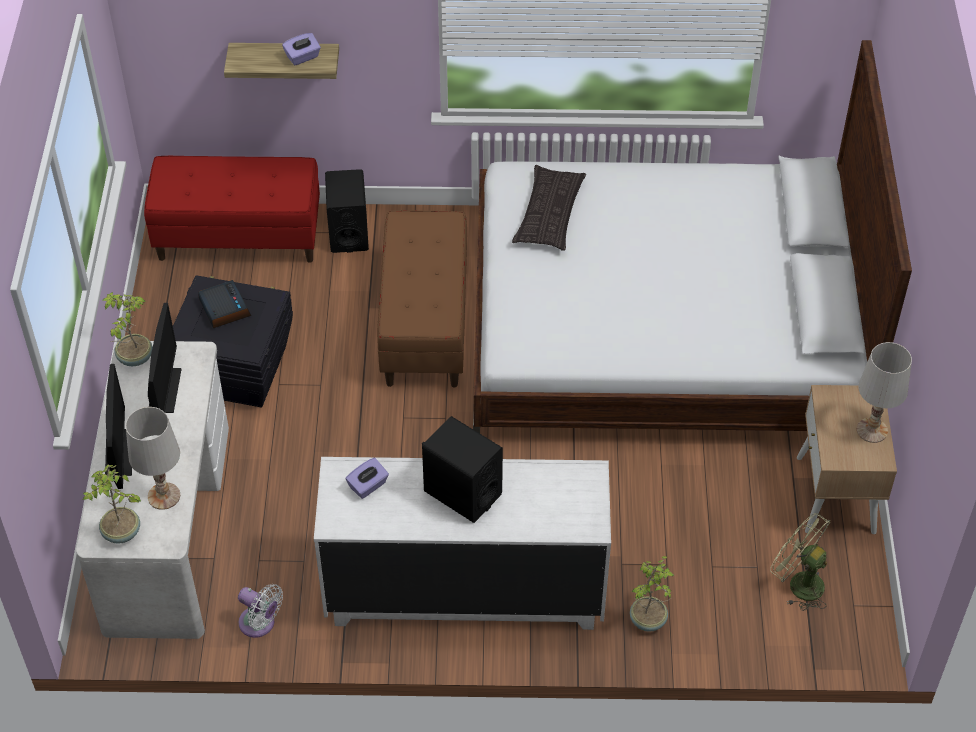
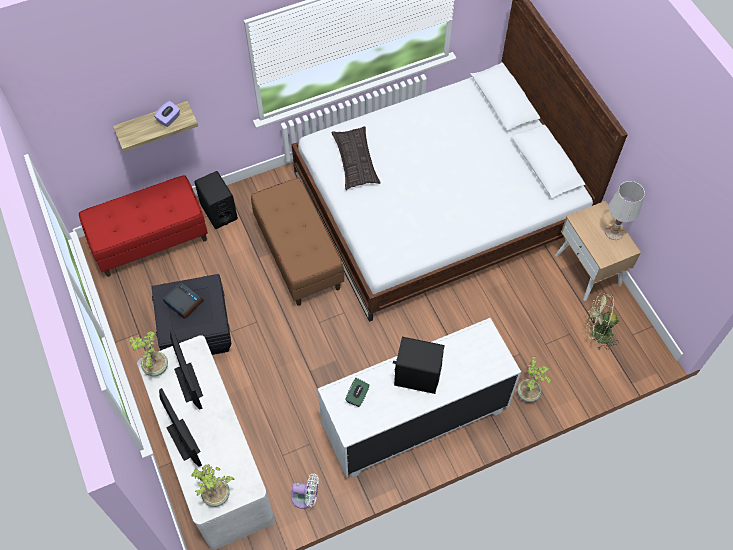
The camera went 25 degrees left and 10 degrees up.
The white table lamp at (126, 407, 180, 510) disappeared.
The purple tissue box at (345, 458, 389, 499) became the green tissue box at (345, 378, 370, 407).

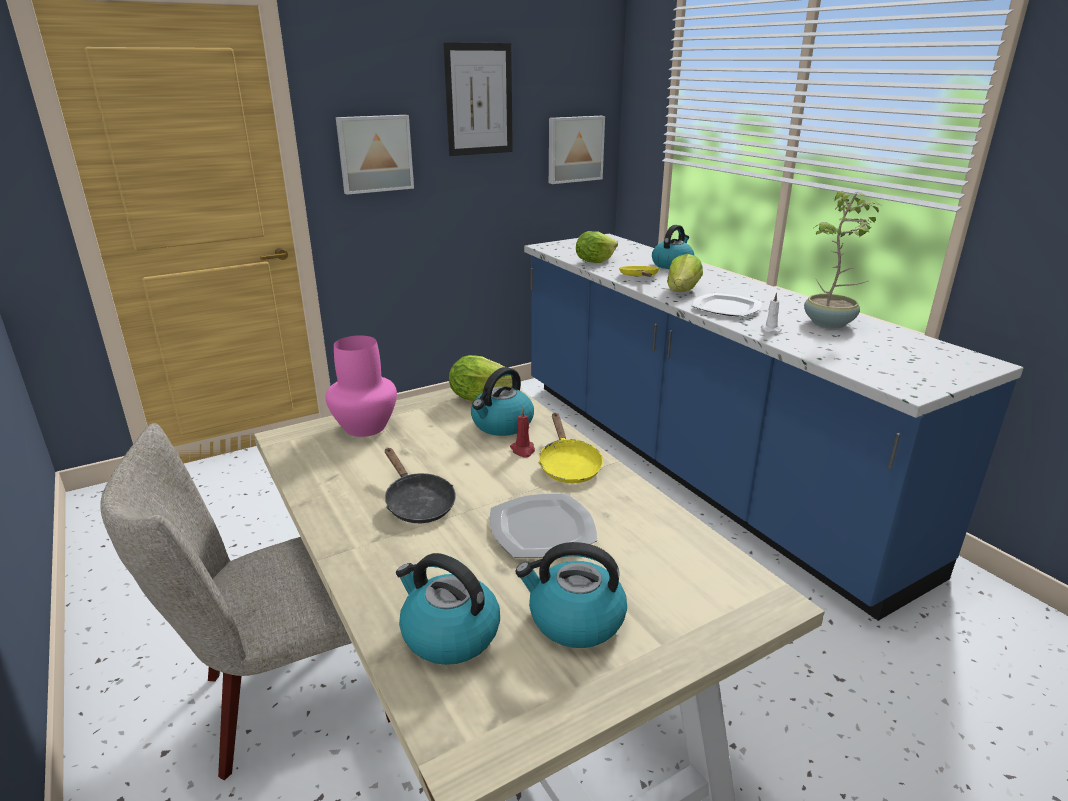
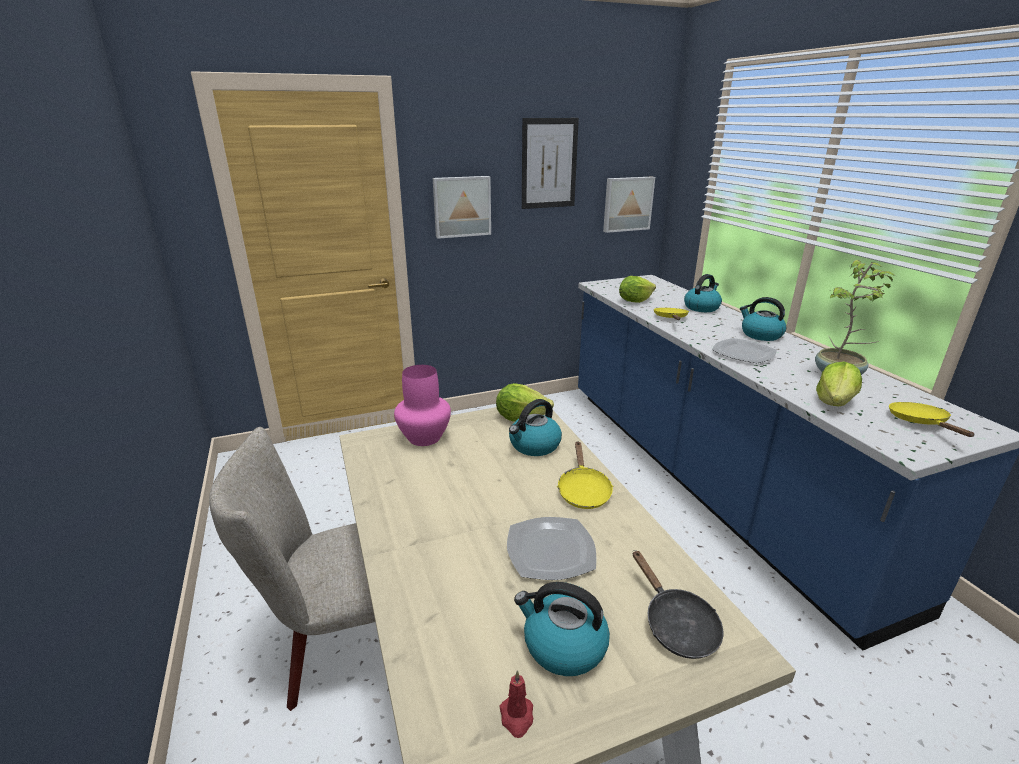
The camera went 10 degrees right and 0 degrees up.
The black frying pan moved from (385, 448, 456, 523) to (633, 550, 723, 659).
The kettle moved from (396, 553, 500, 665) to (740, 297, 786, 341).
The red candle moved from (510, 407, 535, 457) to (500, 670, 533, 738).
The lettuce moved from (667, 254, 703, 292) to (816, 362, 862, 406).
The white candle at (761, 292, 782, 333) disappeared.
The yellow frying pan at (889, 402, 975, 437) appeared.

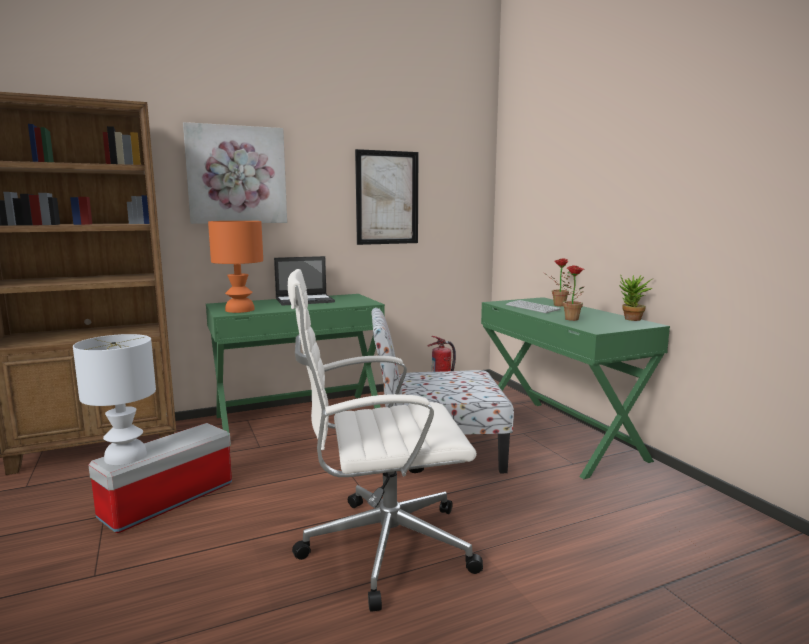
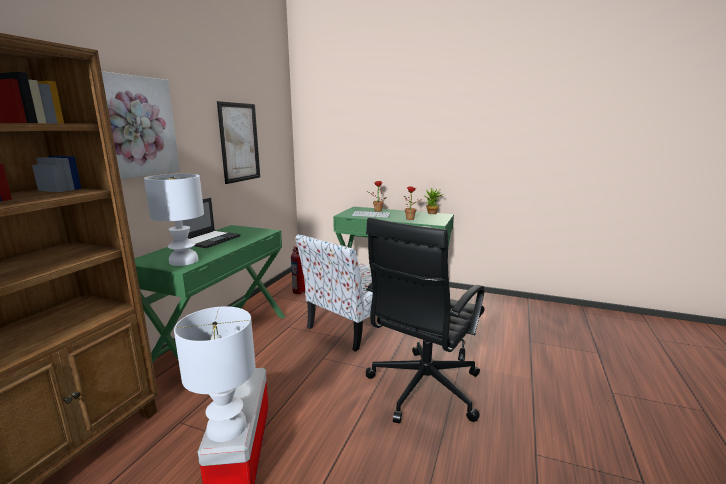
The camera went 45 degrees left and 5 degrees up.
The orange table lamp at (208, 221, 263, 313) became the white table lamp at (144, 174, 204, 266).
The white office chair at (288, 269, 483, 612) became the black office chair at (366, 218, 485, 423).

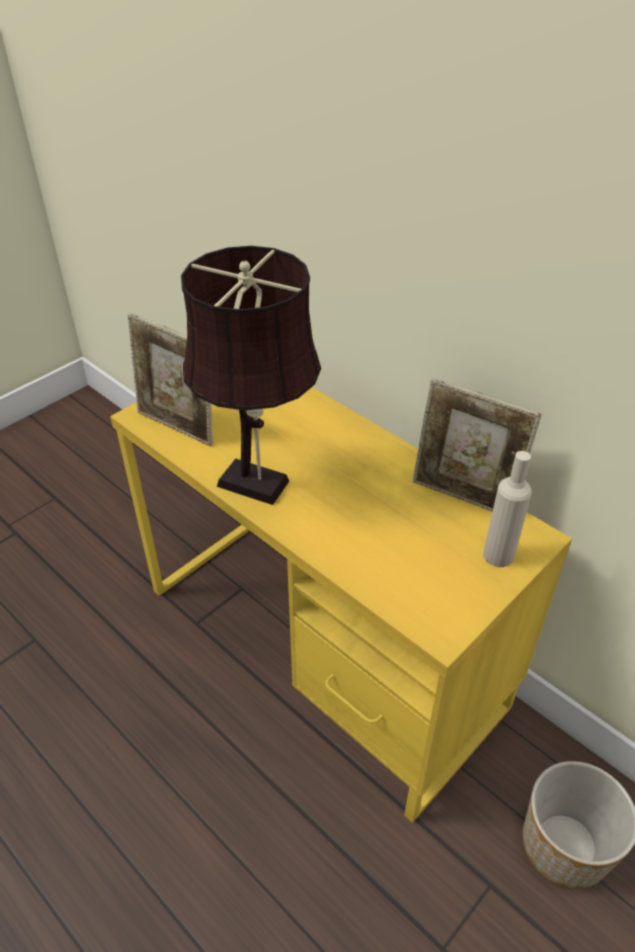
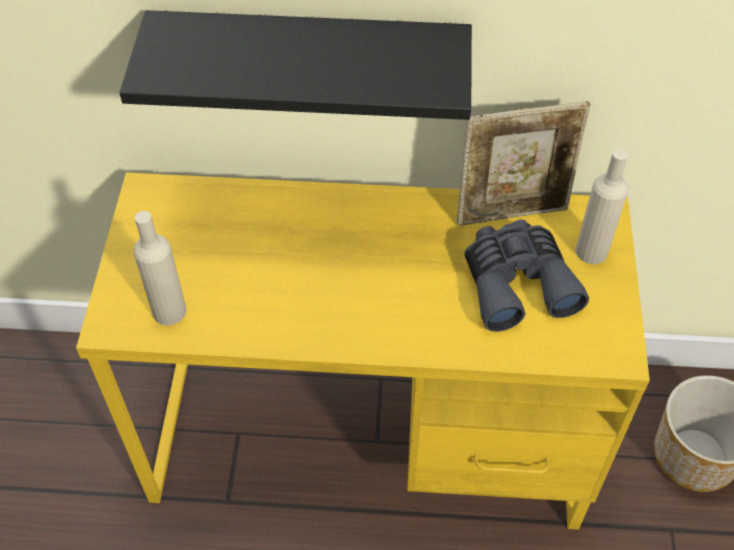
The camera went 40 degrees left and 10 degrees up.
The picture frame at (128, 313, 213, 446) was replaced by the beige bottle at (134, 211, 186, 325).
The brown table lamp at (181, 246, 321, 505) disappeared.
The black shelf at (120, 10, 472, 120) appeared.
The grey binoculars at (464, 220, 589, 332) appeared.

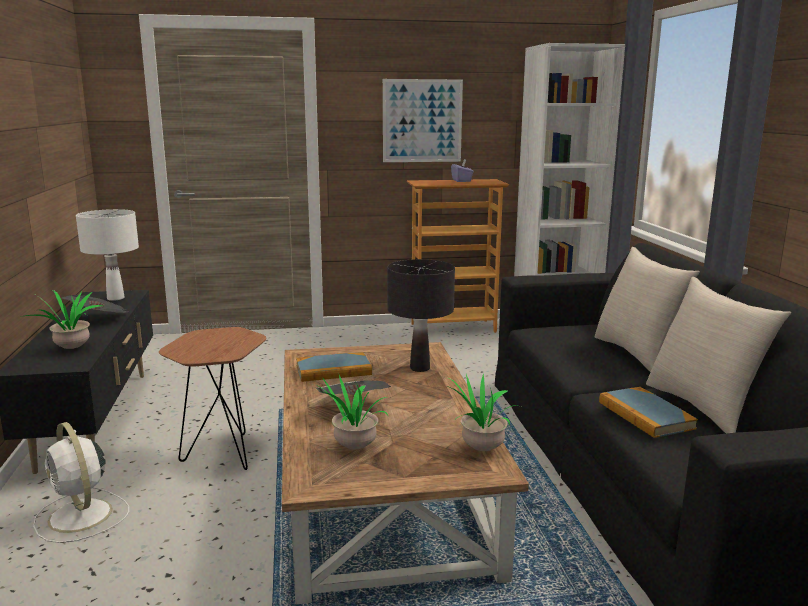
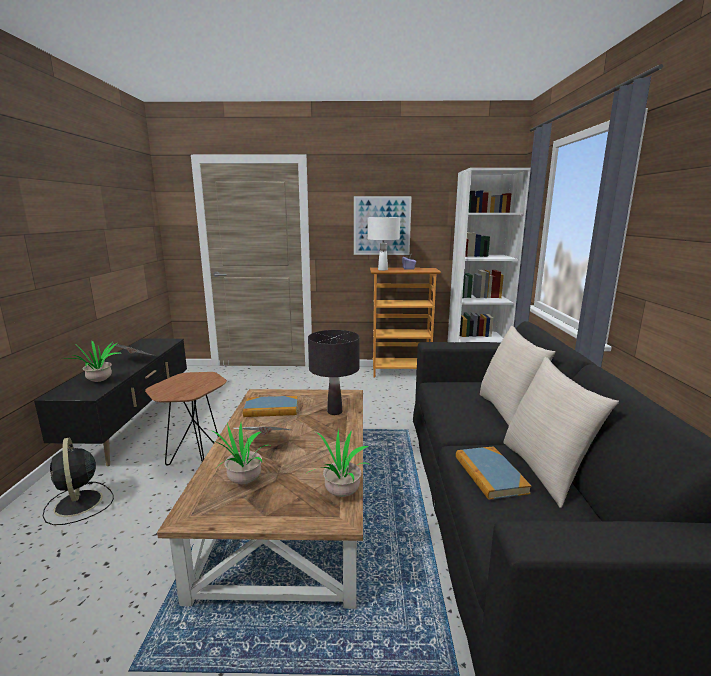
The camera went 10 degrees right and 0 degrees up.
The white fan at (33, 422, 129, 543) became the black fan at (43, 437, 114, 525).
The white table lamp moved from (76, 209, 139, 301) to (367, 217, 400, 271).

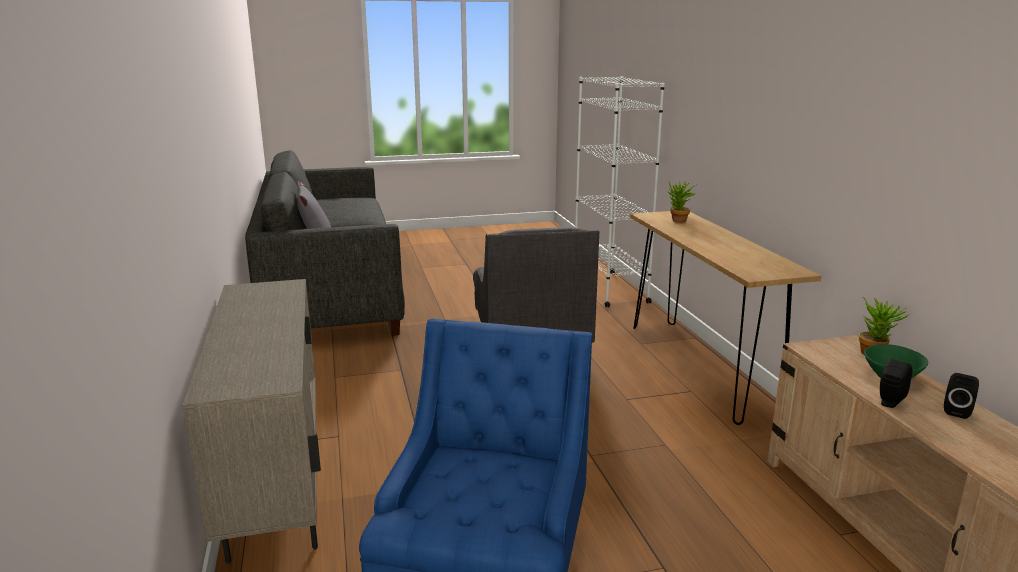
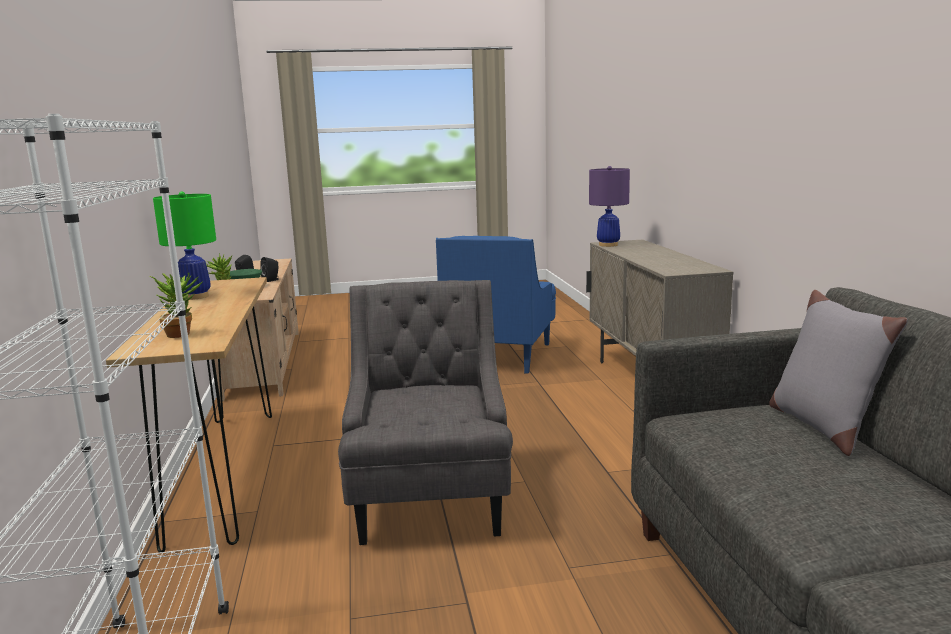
The camera went 175 degrees left and 5 degrees down.
The green table lamp at (153, 191, 216, 300) appeared.
The purple table lamp at (589, 166, 630, 247) appeared.

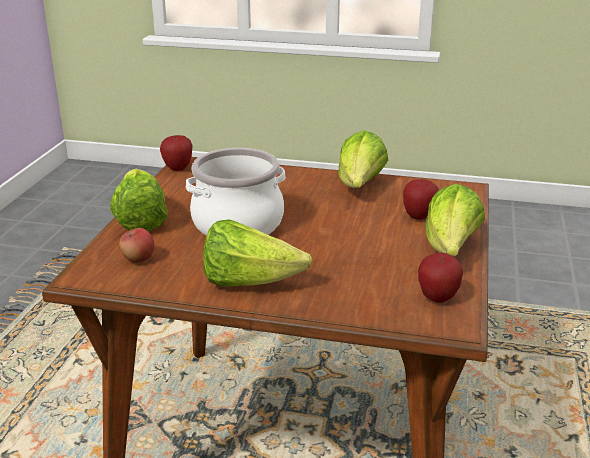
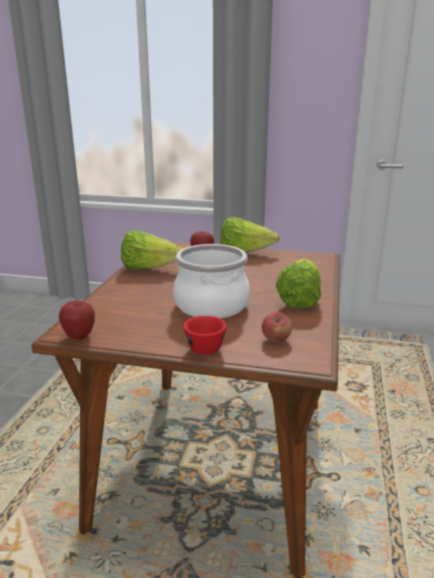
The camera went 90 degrees left and 5 degrees down.
The lettuce at (110, 169, 168, 232) was replaced by the red cup at (183, 316, 227, 355).
The apple at (418, 253, 463, 303) disappeared.

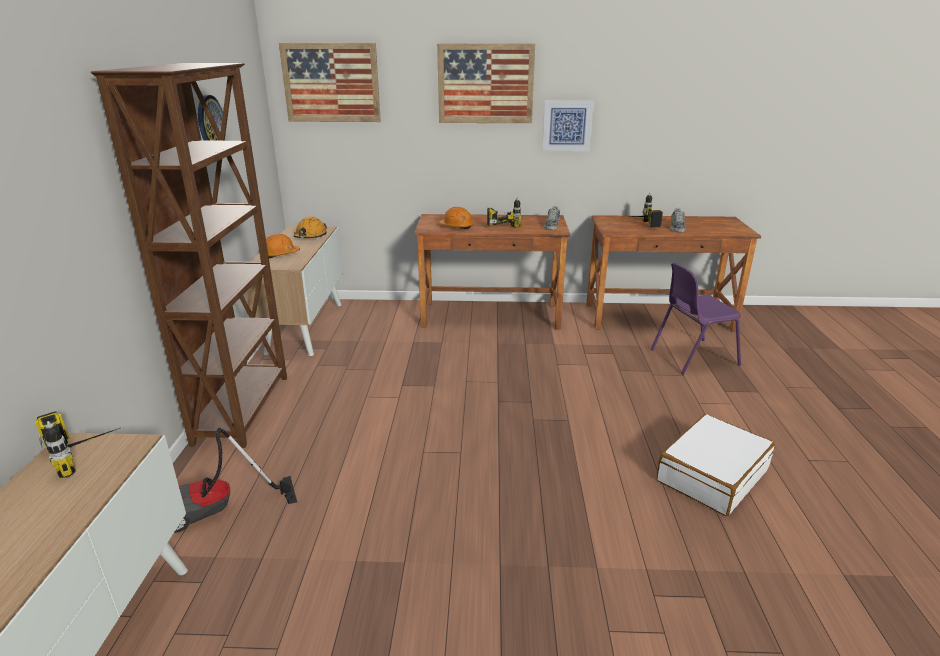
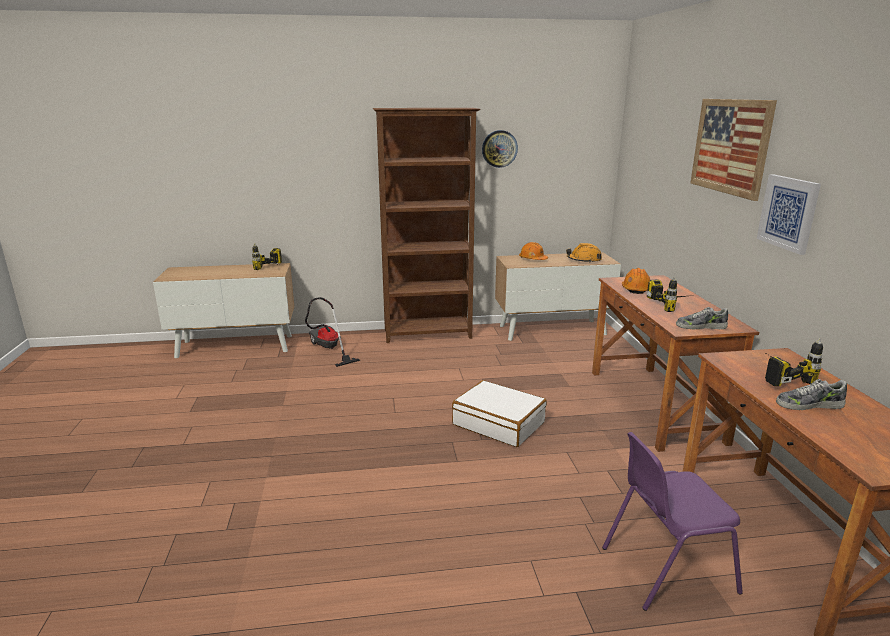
The camera went 80 degrees right and 5 degrees down.
The picture at (279, 43, 381, 122) disappeared.
The purple chair at (651, 263, 741, 375) turned 75 degrees counterclockwise.
The white suitcase moved from (656, 414, 775, 516) to (452, 380, 547, 447).

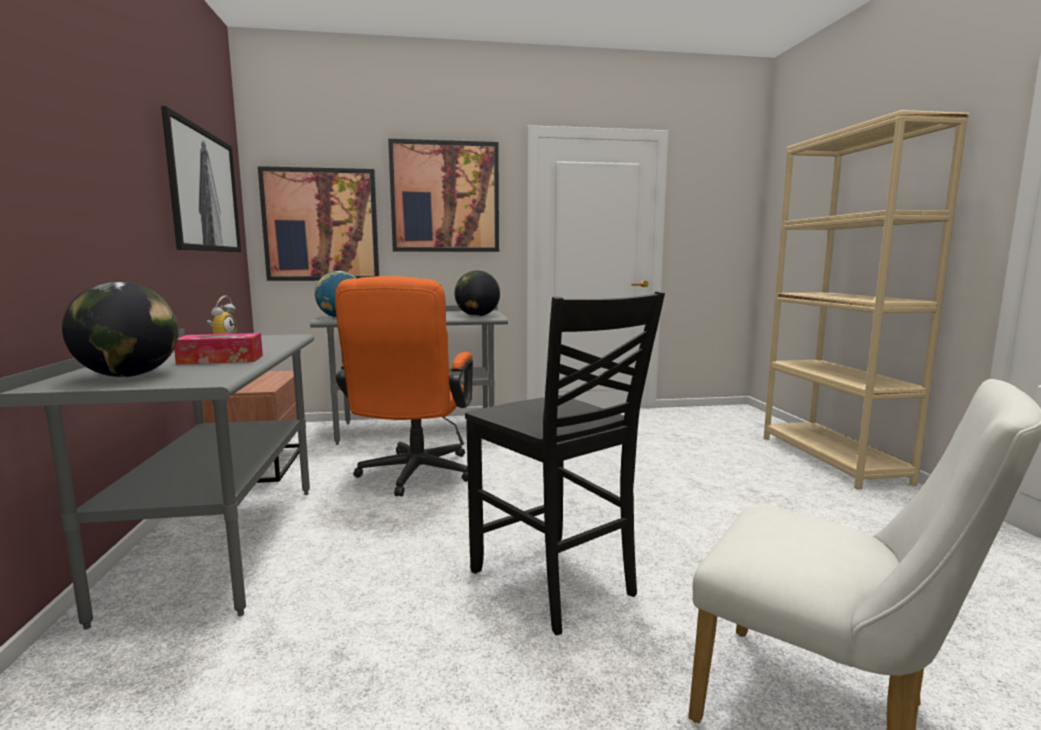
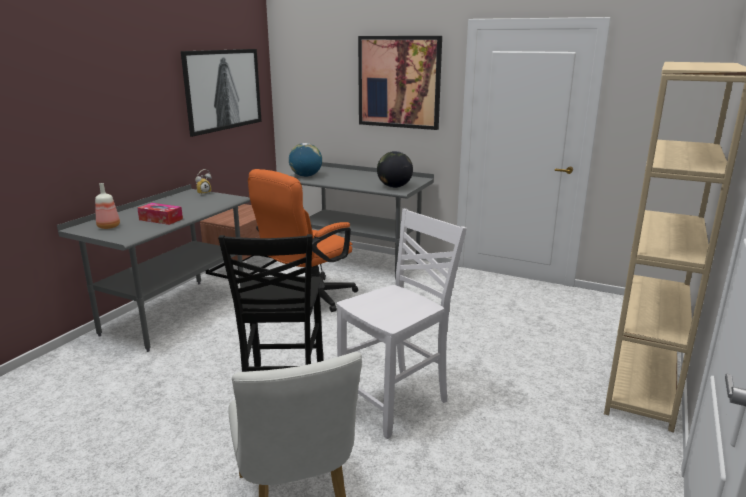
The camera went 35 degrees right and 10 degrees up.
The globe at (62, 282, 179, 377) was replaced by the bottle at (95, 183, 120, 229).
The picture at (258, 166, 379, 281) disappeared.
The white chair at (337, 209, 467, 439) appeared.

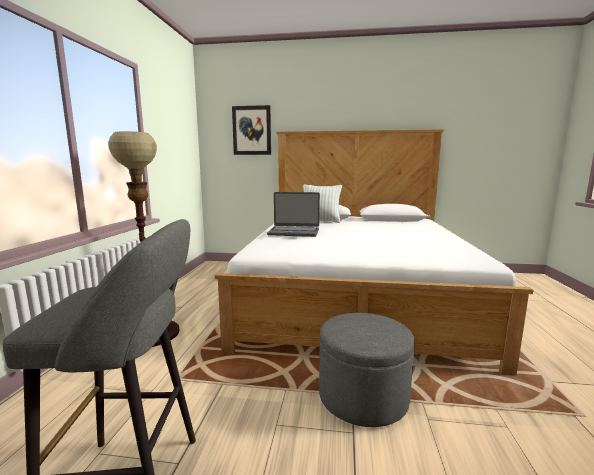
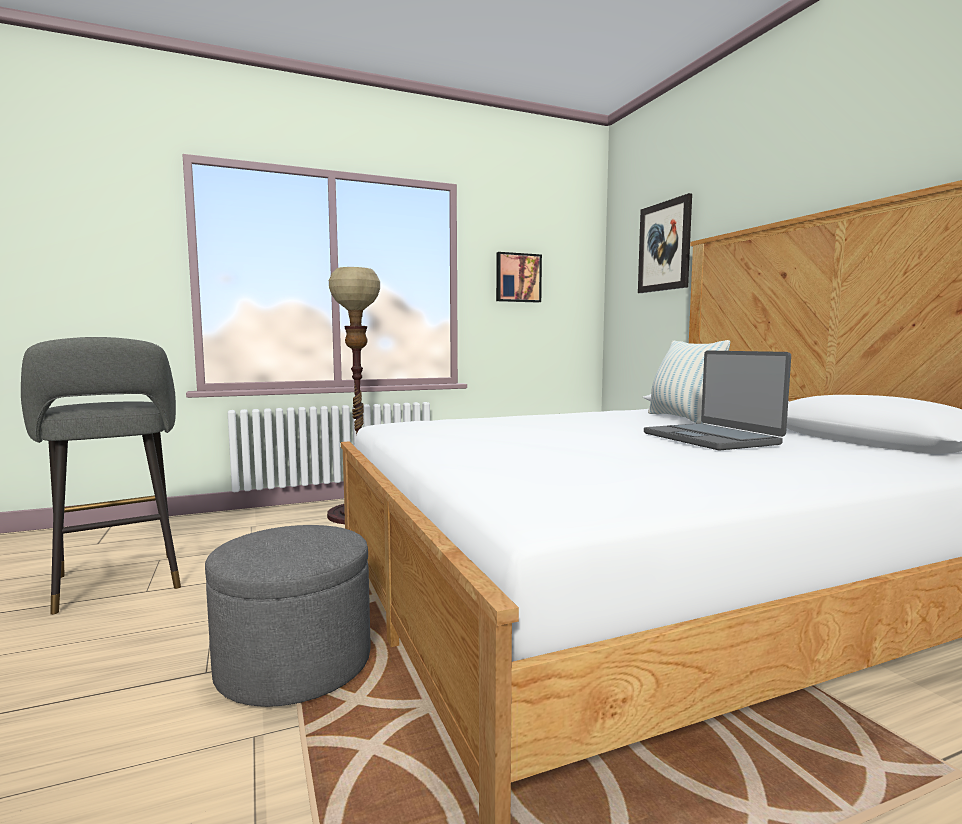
The camera went 60 degrees right and 5 degrees down.
The laptop moved from (267, 192, 320, 237) to (644, 350, 791, 450).
The picture at (496, 252, 542, 303) appeared.

